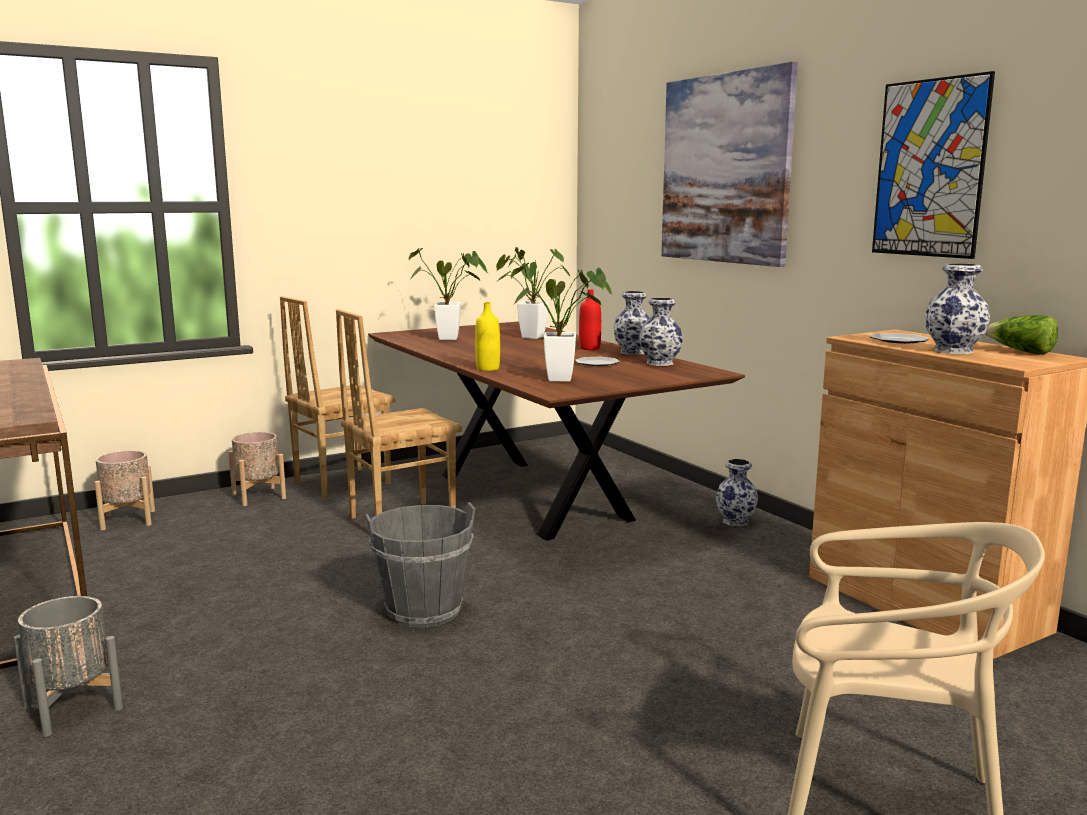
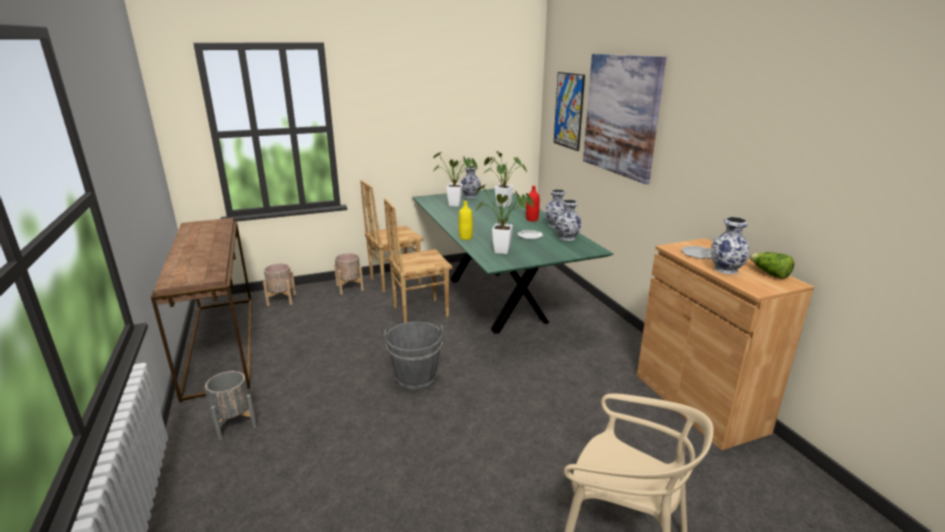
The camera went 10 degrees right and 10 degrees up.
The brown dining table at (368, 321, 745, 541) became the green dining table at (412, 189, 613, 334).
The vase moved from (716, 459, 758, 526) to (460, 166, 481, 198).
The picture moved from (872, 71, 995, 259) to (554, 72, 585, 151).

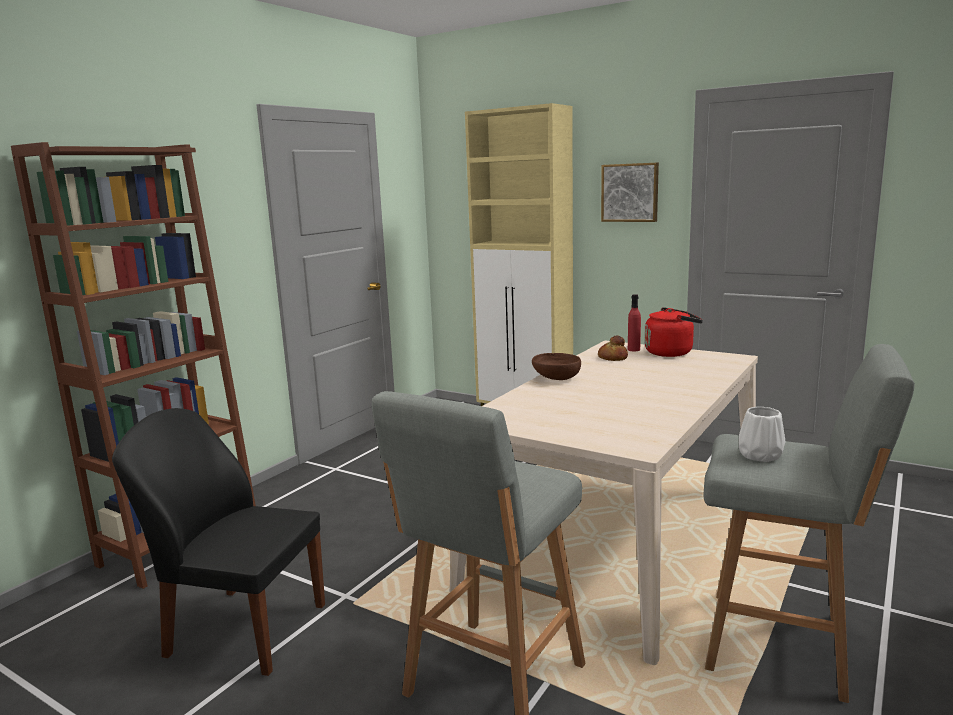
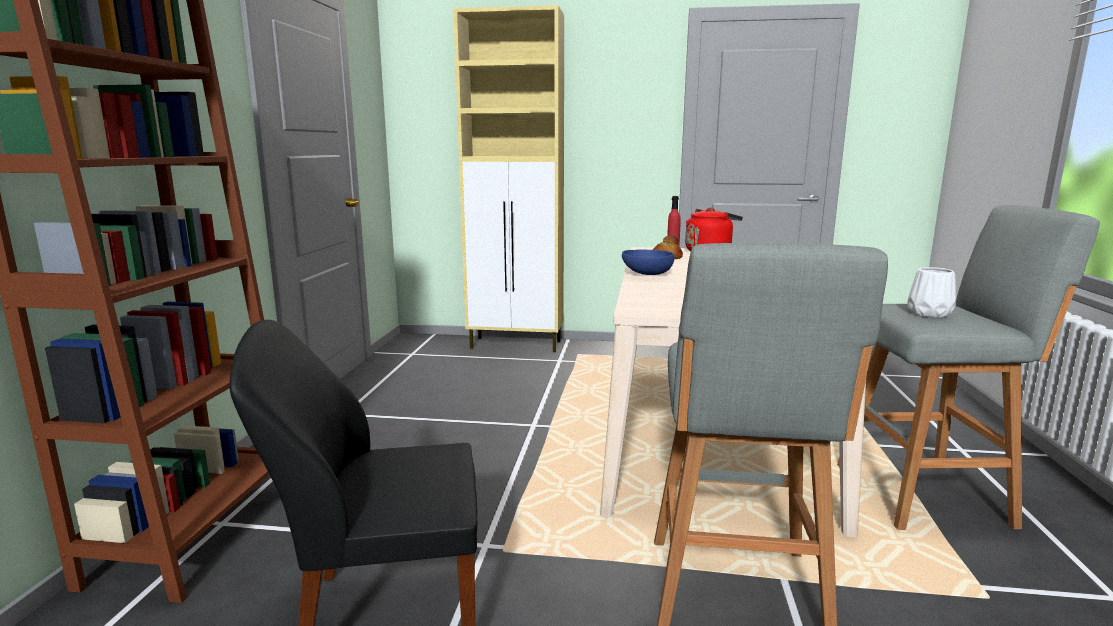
The camera went 25 degrees left and 0 degrees up.
The brown bowl at (532, 353, 581, 380) became the blue bowl at (622, 249, 674, 275).
The picture at (601, 163, 659, 222) disappeared.

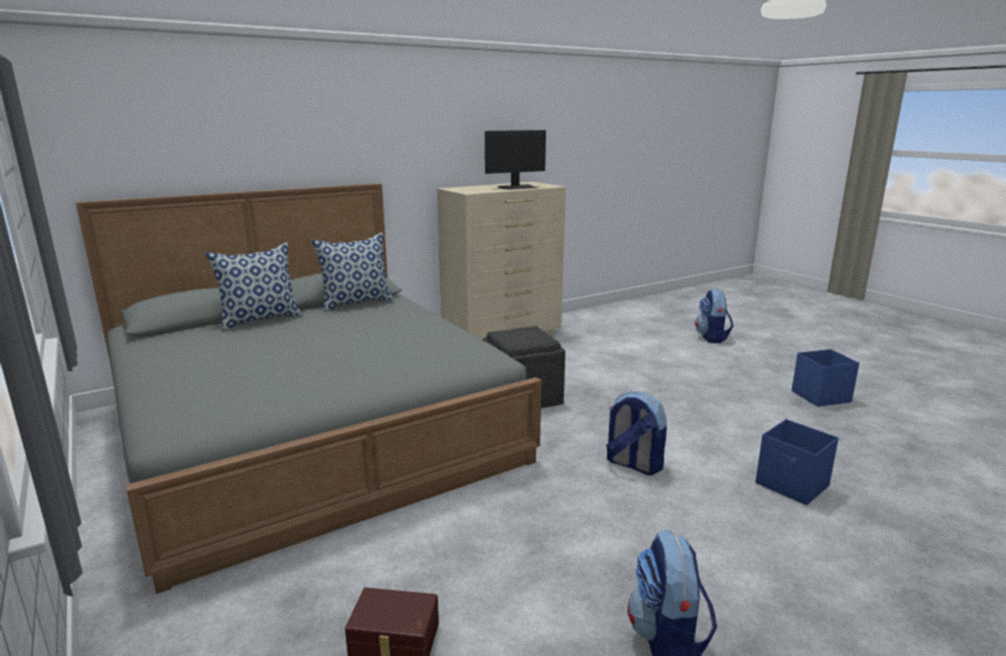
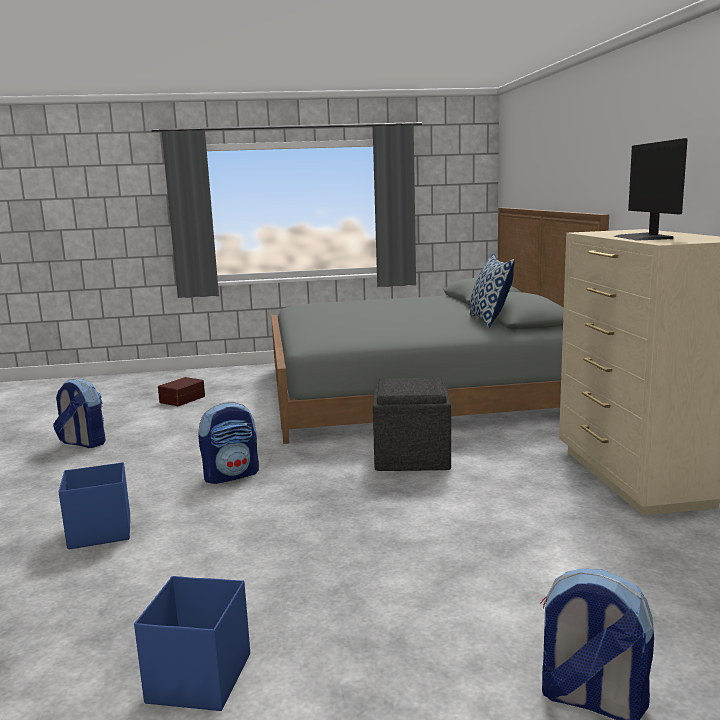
The camera went 115 degrees right and 5 degrees down.
The pillow at (205, 243, 303, 331) disappeared.

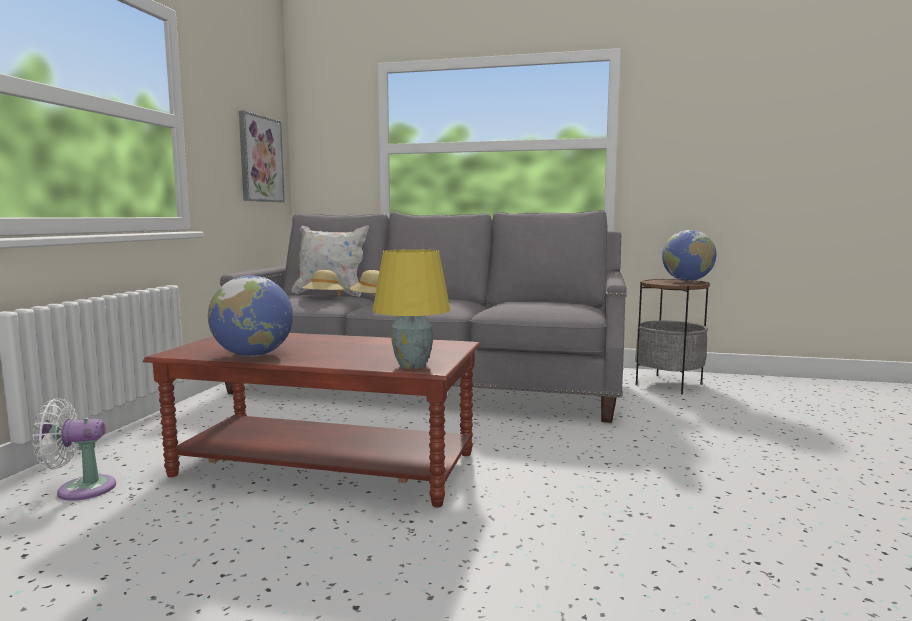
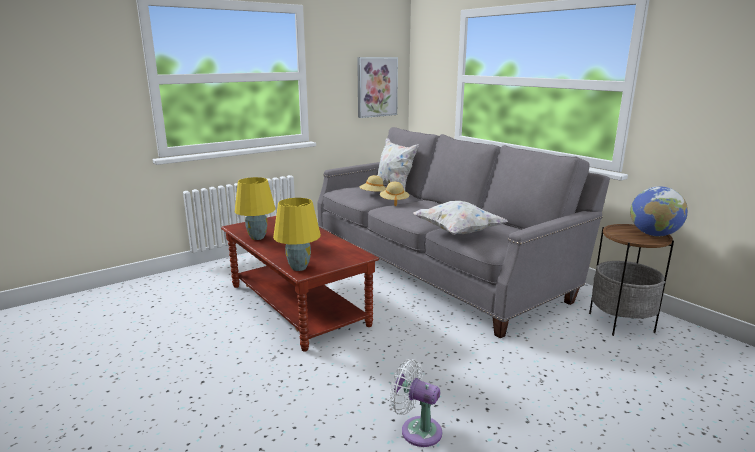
The camera went 40 degrees right and 10 degrees up.
The white fan moved from (32, 398, 116, 501) to (390, 359, 442, 447).
The globe at (208, 276, 293, 357) was replaced by the yellow table lamp at (235, 177, 275, 240).
The white pillow at (413, 201, 508, 235) appeared.

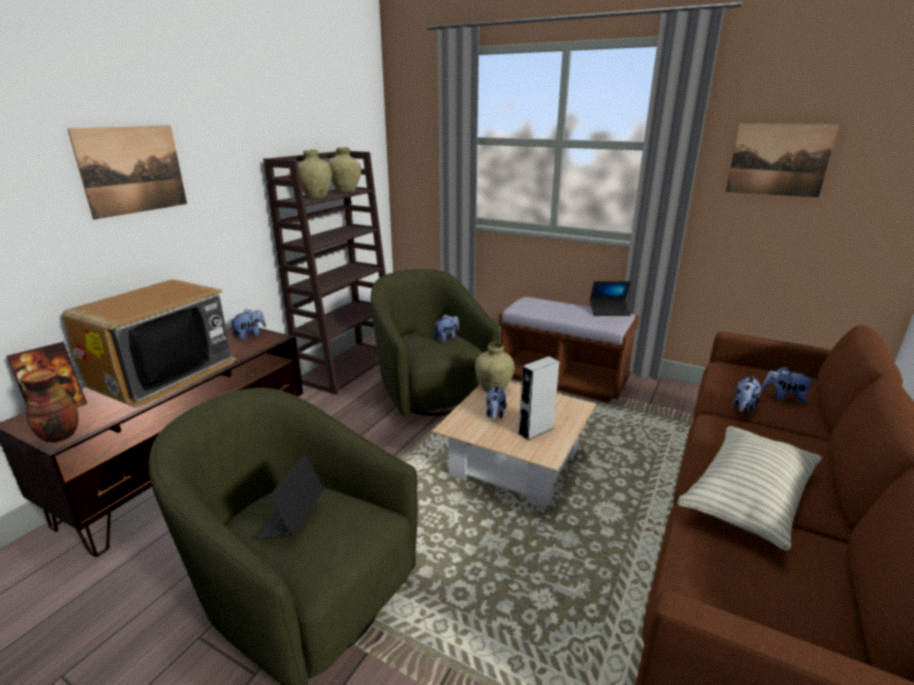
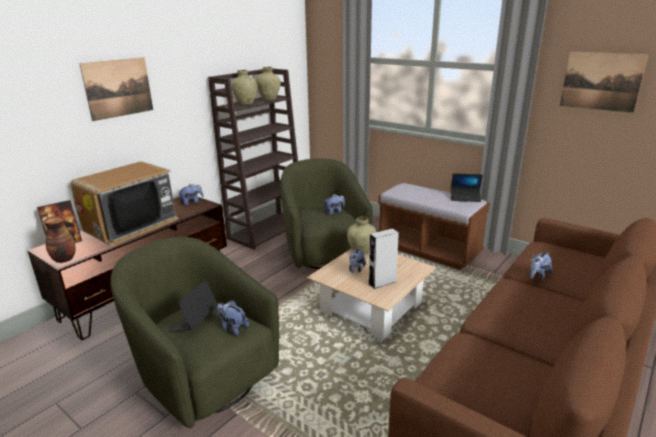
The camera went 10 degrees right and 0 degrees up.
The pillow at (677, 426, 822, 551) disappeared.
The plush toy moved from (762, 366, 815, 404) to (217, 300, 249, 336).

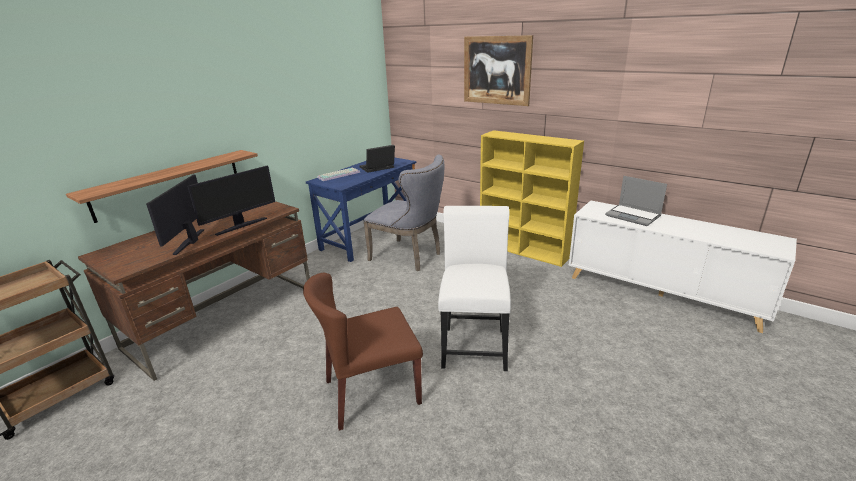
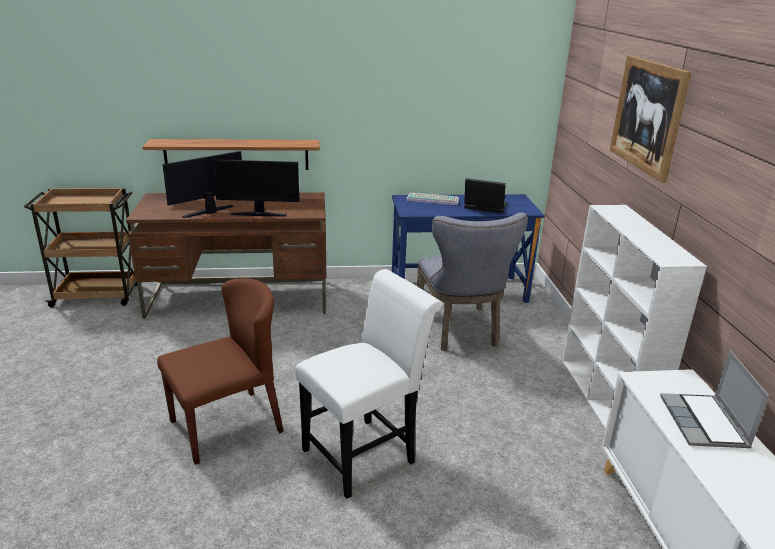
The camera went 45 degrees right and 0 degrees up.
The brown chair at (303, 273, 423, 431) turned 120 degrees clockwise.
The yellow bookcase at (480, 130, 584, 267) became the white bookcase at (562, 205, 707, 430).

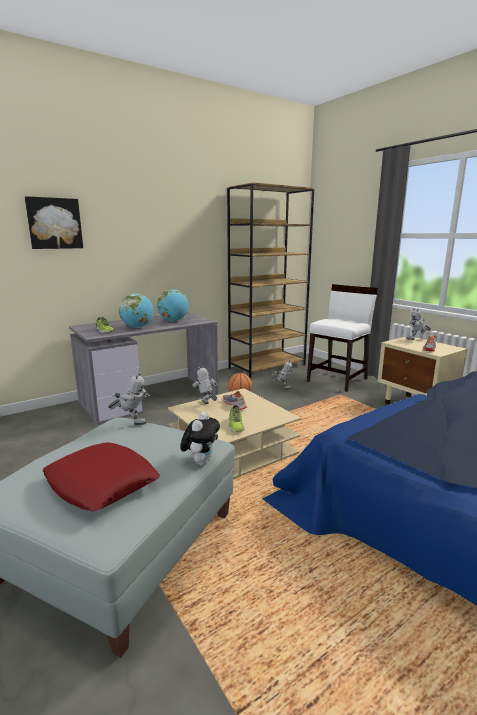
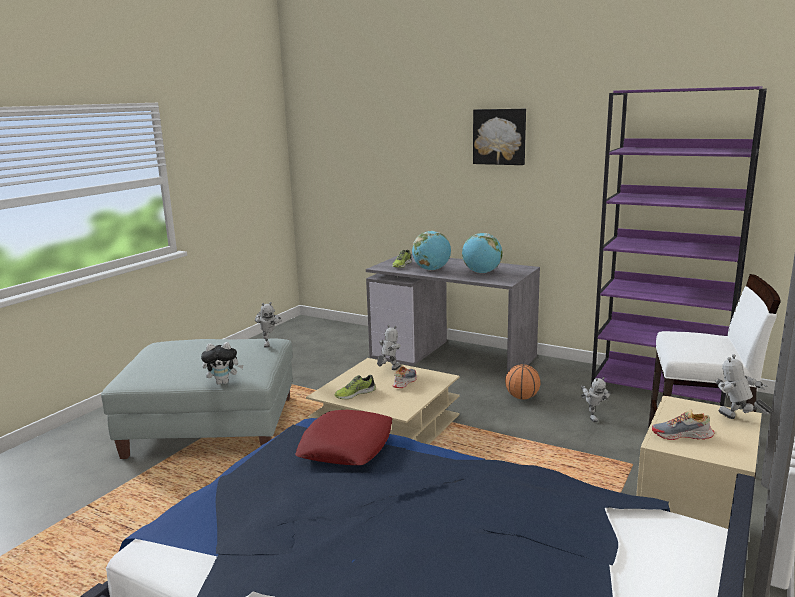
The camera went 65 degrees right and 0 degrees up.
The picture moved from (25, 196, 83, 249) to (473, 109, 526, 165).
The red pillow moved from (43, 443, 160, 511) to (295, 410, 393, 465).
The brown bookcase at (227, 182, 314, 378) became the purple bookcase at (591, 86, 767, 406).

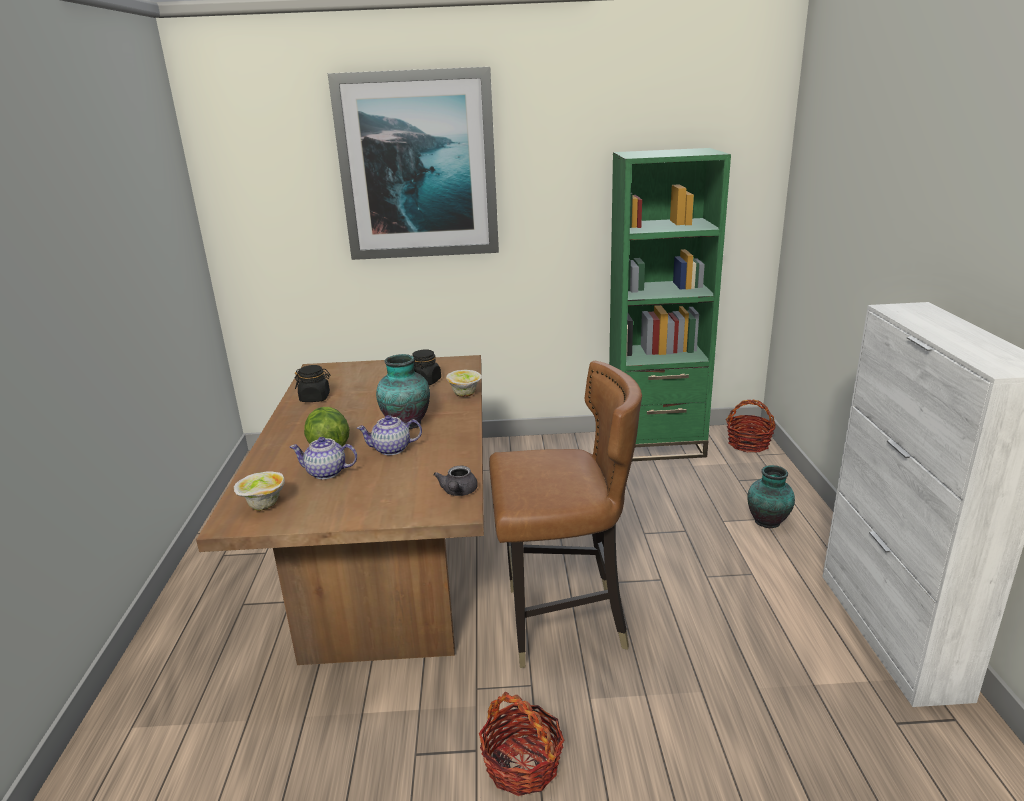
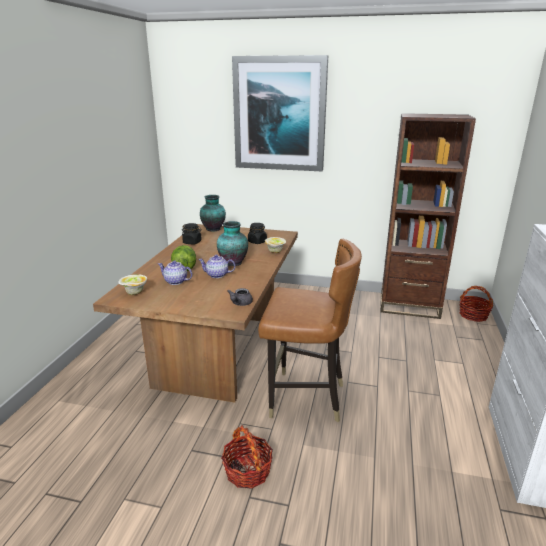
The camera went 15 degrees right and 0 degrees up.
The green bookcase at (609, 148, 731, 461) became the brown bookcase at (380, 113, 476, 319).
The vase moved from (747, 465, 795, 528) to (200, 195, 226, 232).

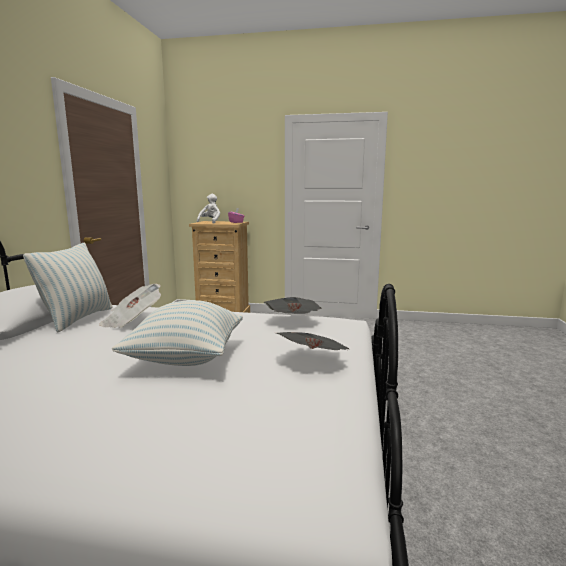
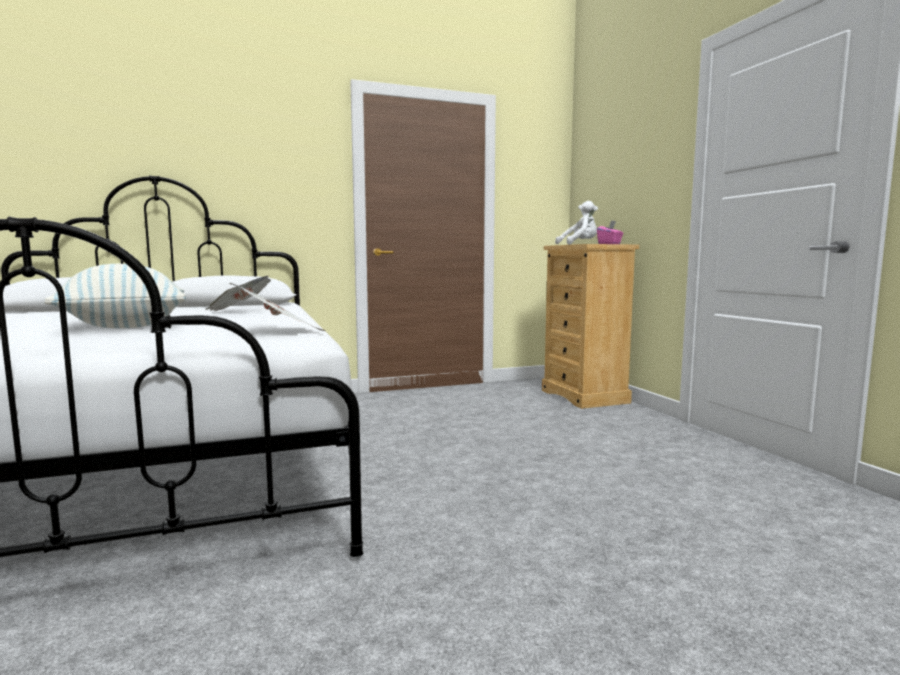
The camera went 60 degrees right and 5 degrees down.
The pillow at (23, 243, 113, 333) disappeared.
The newspaper at (277, 332, 349, 350) disappeared.

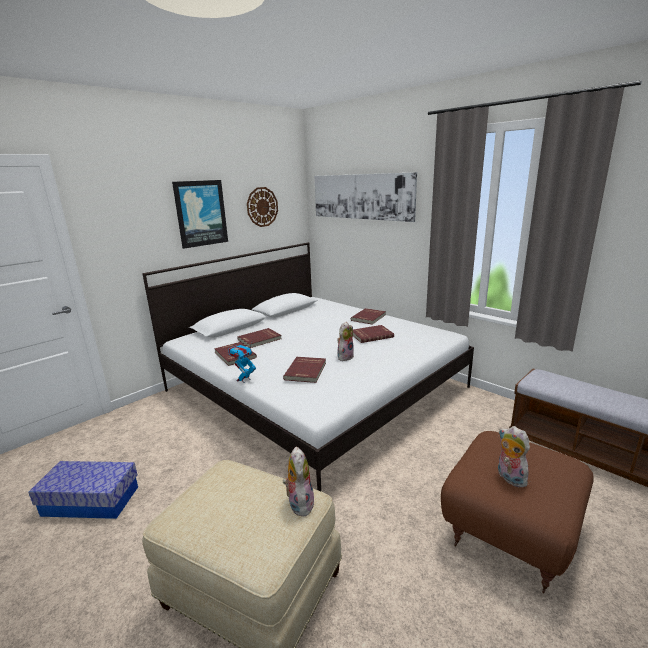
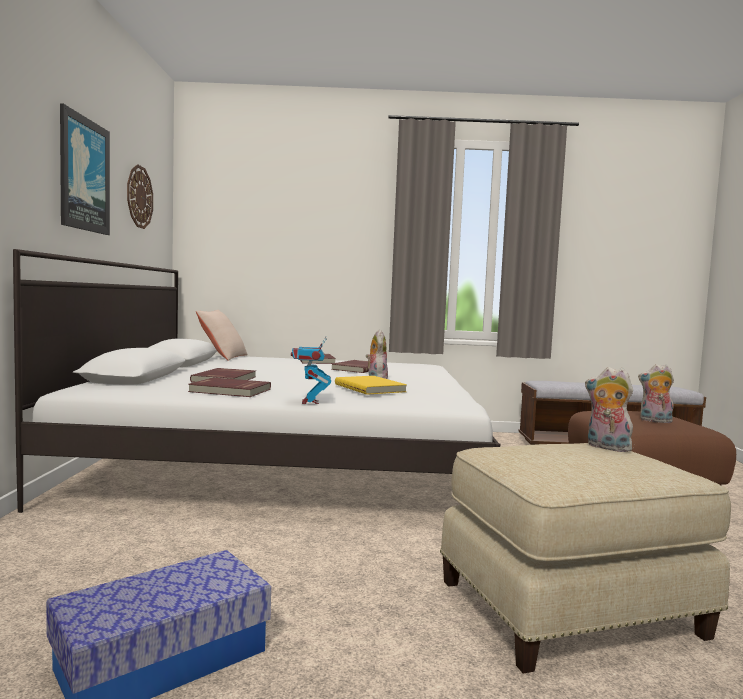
The camera went 45 degrees left and 15 degrees down.
The red book at (283, 357, 326, 383) became the yellow book at (335, 376, 407, 395).
The picture at (315, 172, 417, 222) disappeared.
The beige pillow at (196, 310, 248, 361) appeared.

